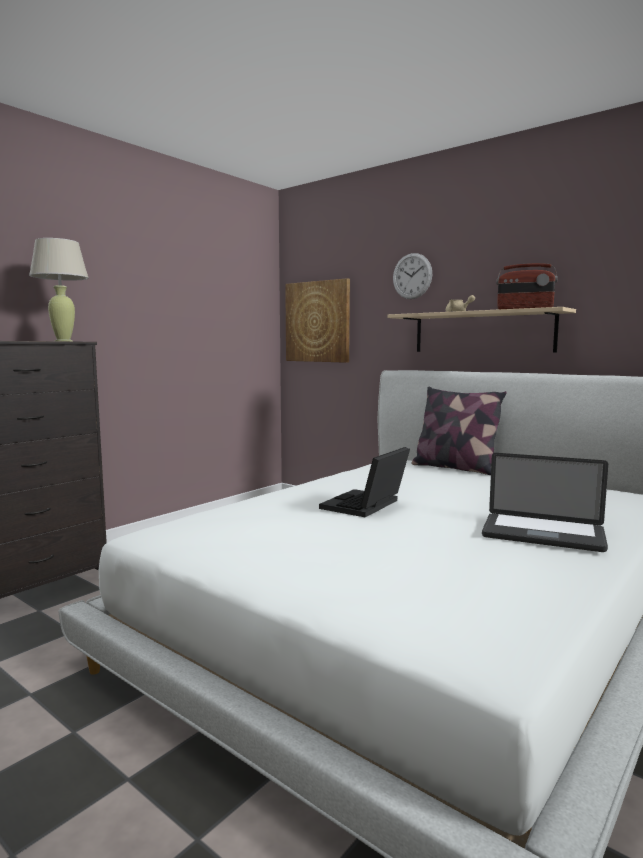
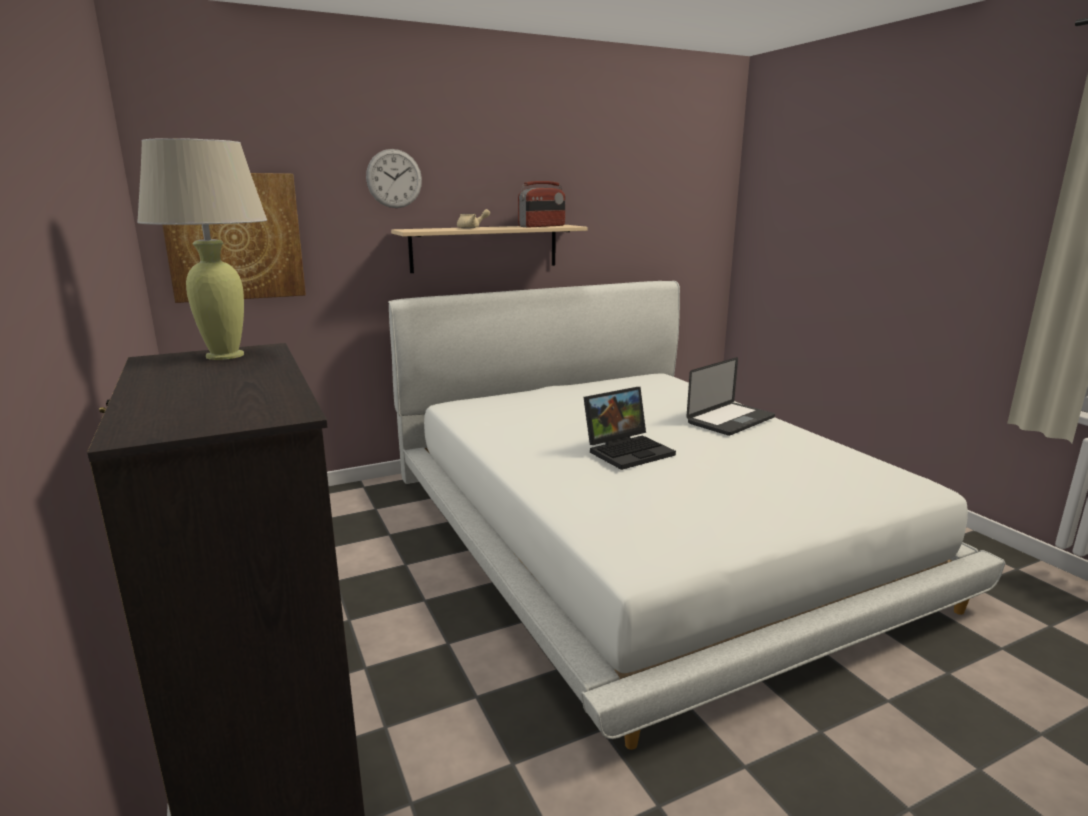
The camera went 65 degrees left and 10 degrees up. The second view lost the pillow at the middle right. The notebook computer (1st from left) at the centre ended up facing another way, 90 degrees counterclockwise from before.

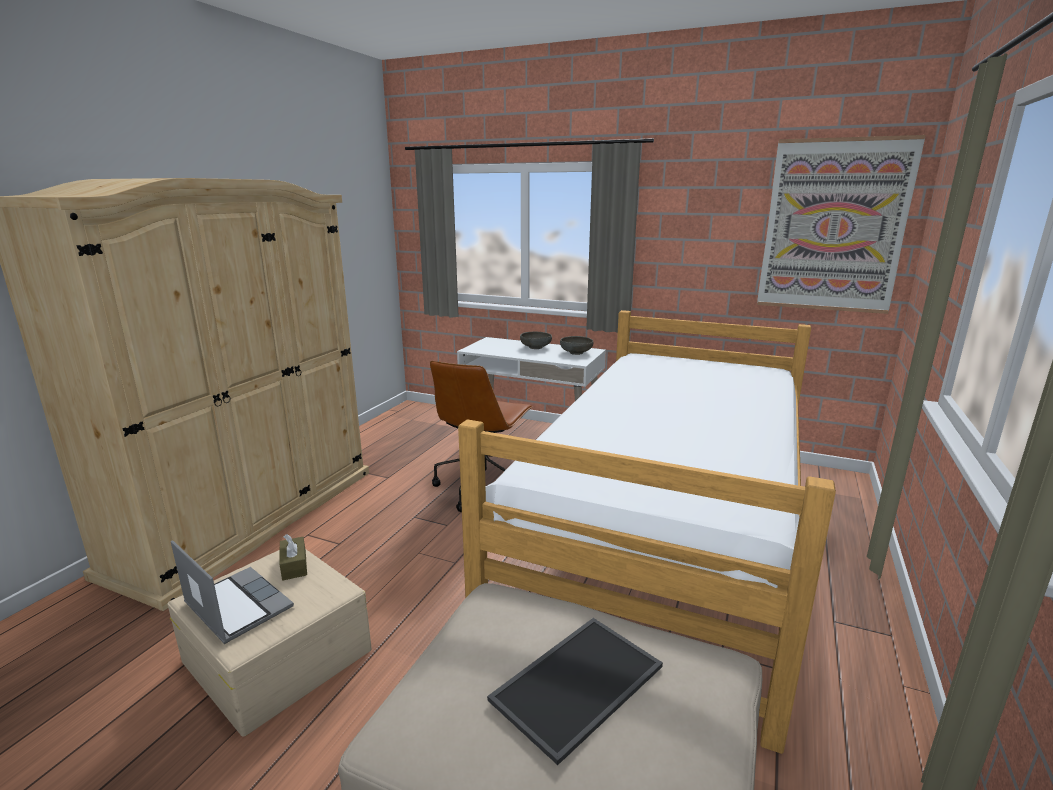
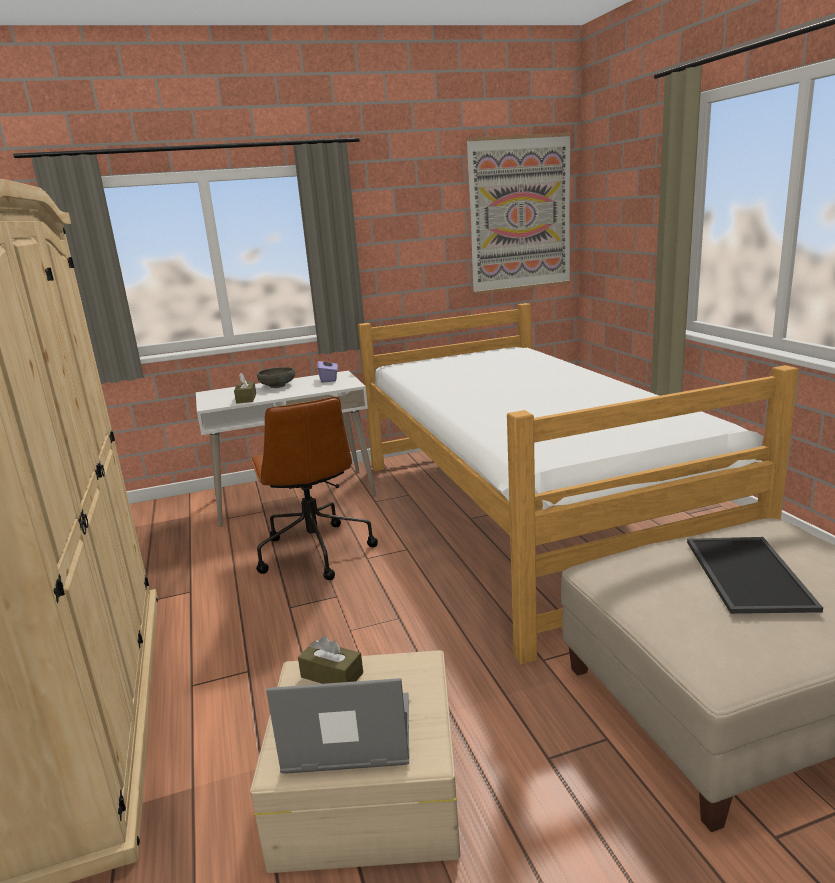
The camera went 40 degrees left and 0 degrees up. The second view gained the brown box of tissues (1st from left) at the middle left. Where the grey bowl (2nd from left) stood at the centre, the purplish box of tissues came to stand at the centre.

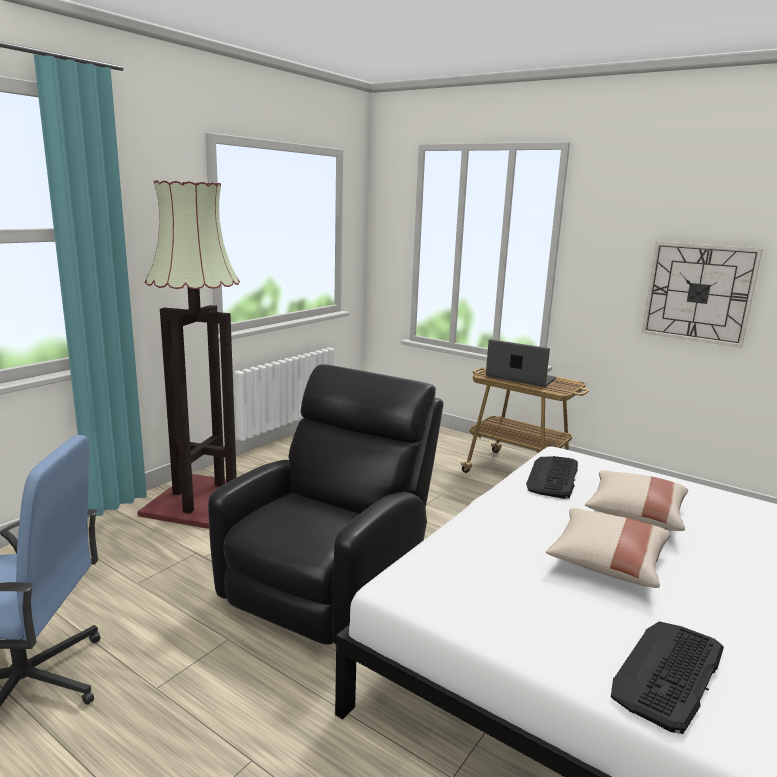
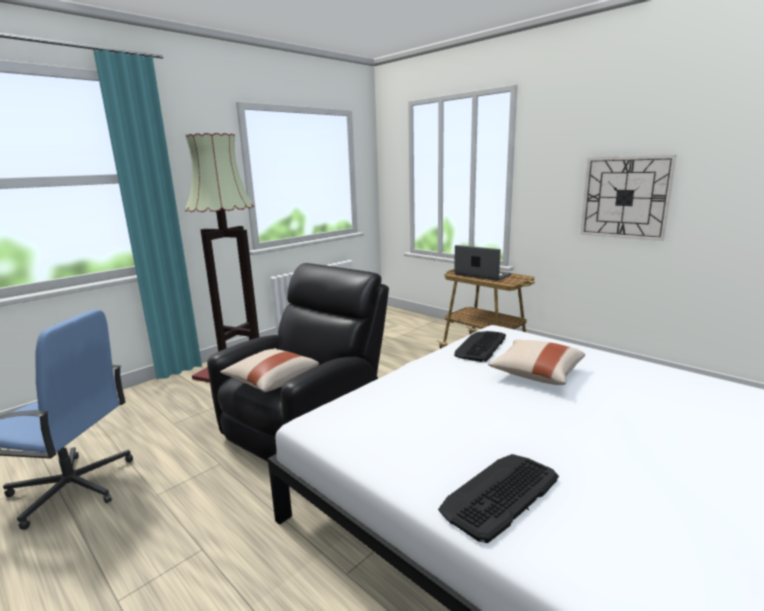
The camera went 10 degrees right and 0 degrees up. The beige-coloured pillow (1st from left) ended up elsewhere, having gone from the bottom right to the centre.

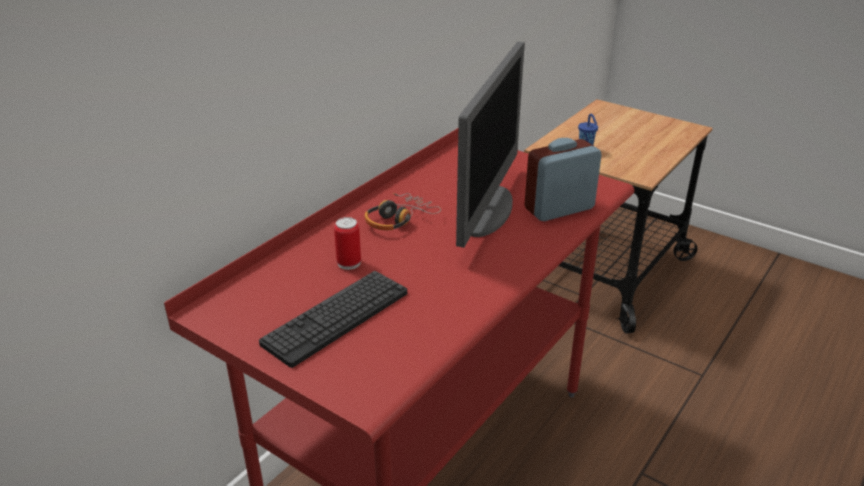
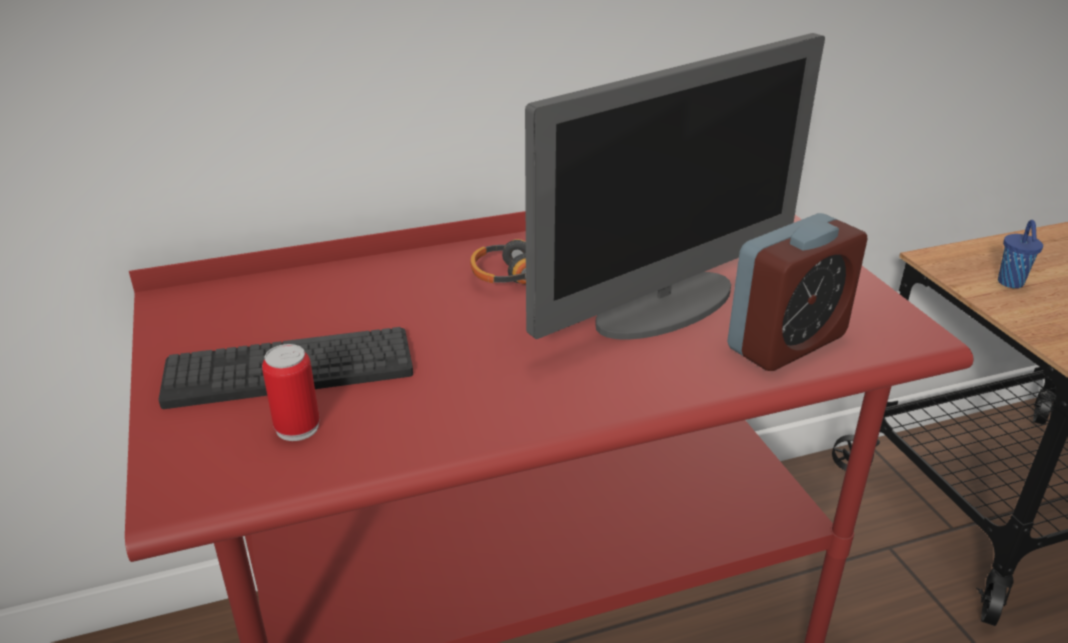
The camera went 35 degrees right and 0 degrees up. The metal can ended up elsewhere, having gone from the centre to the middle left. The alarm clock at the centre ended up facing another way, 135 degrees clockwise from before.

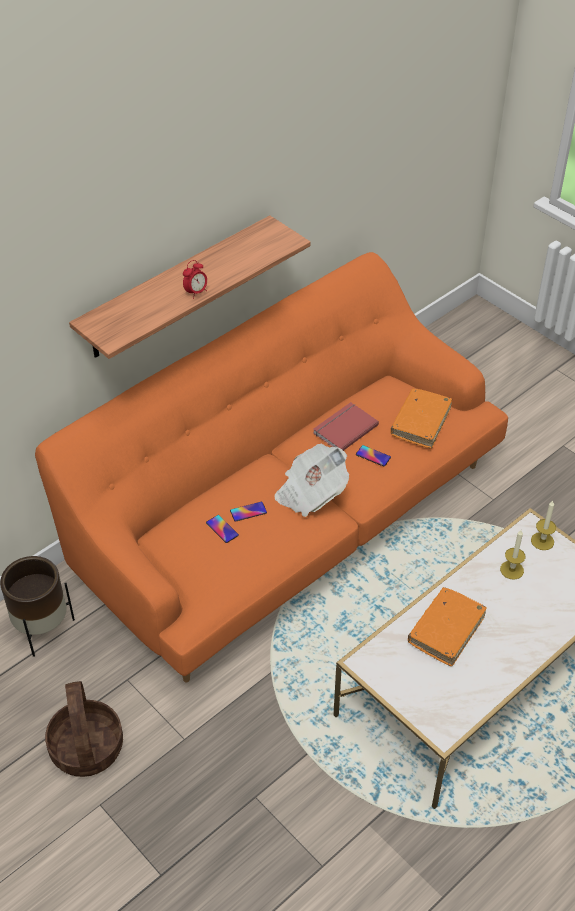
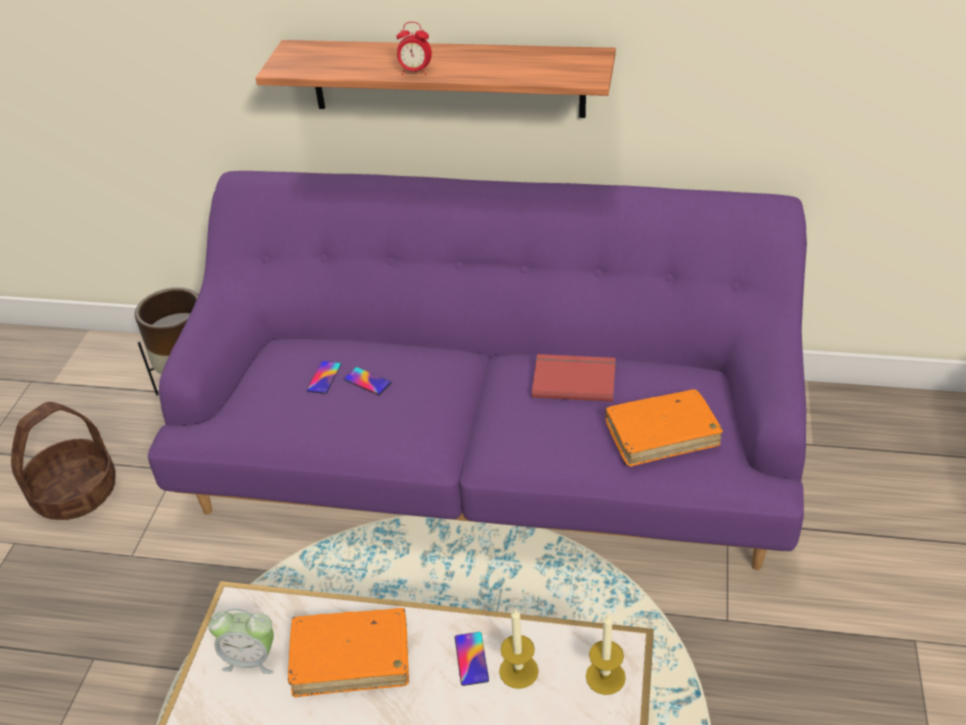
The camera went 55 degrees right and 5 degrees down. The second view lost the printed paper at the centre. The second view gained the alarm clock (1st from left) at the bottom left. The handset (3rd from left) ended up elsewhere, having gone from the centre to the bottom centre. What was the orange sofa at the centre turned into the purplish sofa at the centre.

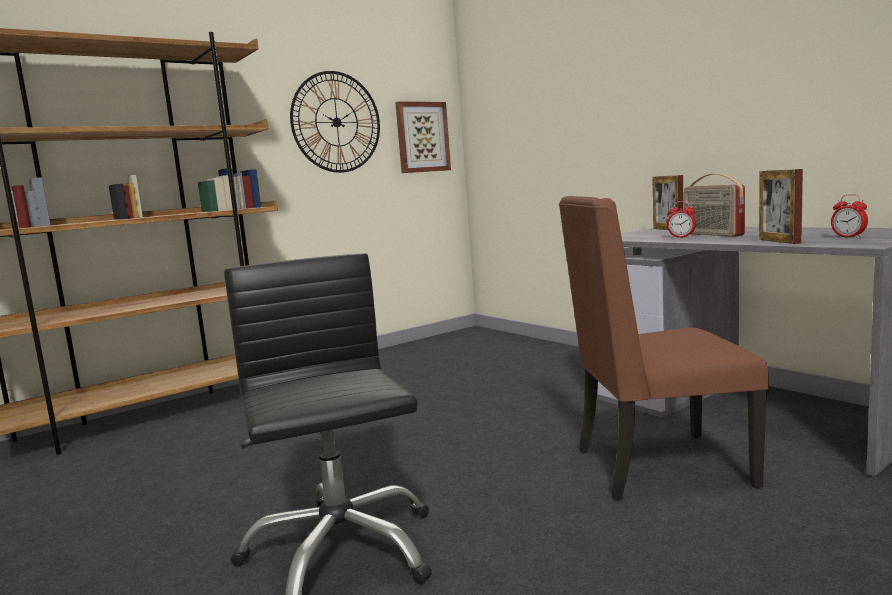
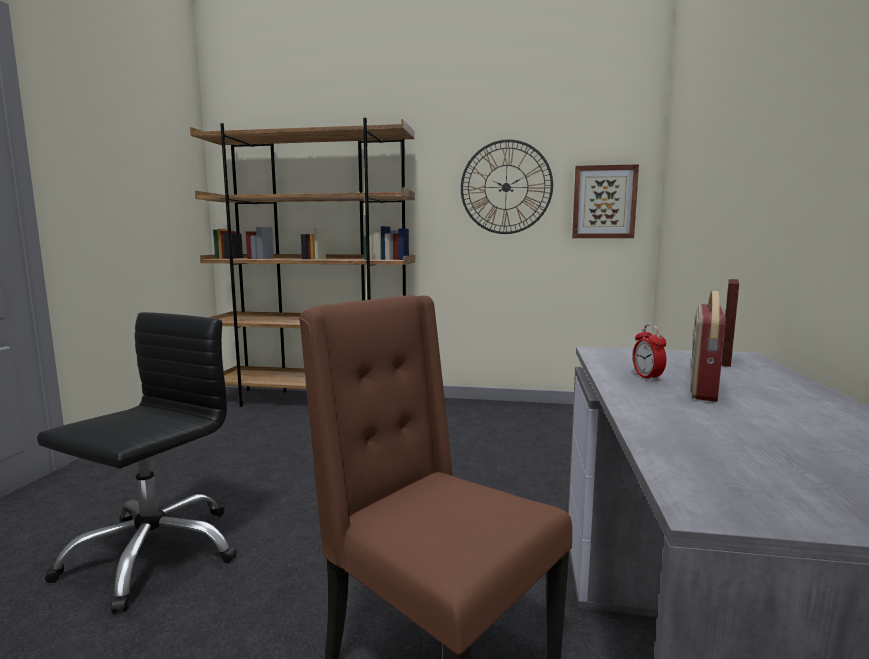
The camera went 45 degrees right and 0 degrees up. The second view lost the picture frame (2nd from left) at the middle right. The second view lost the alarm clock (2nd from left) at the middle right.

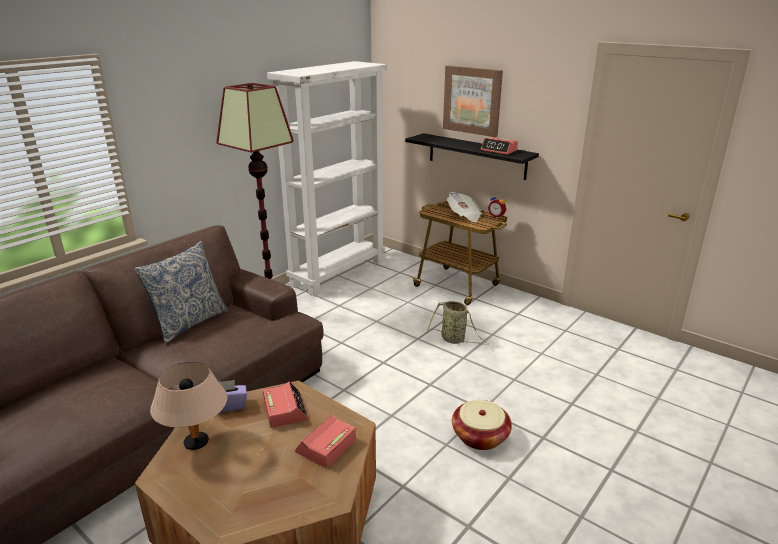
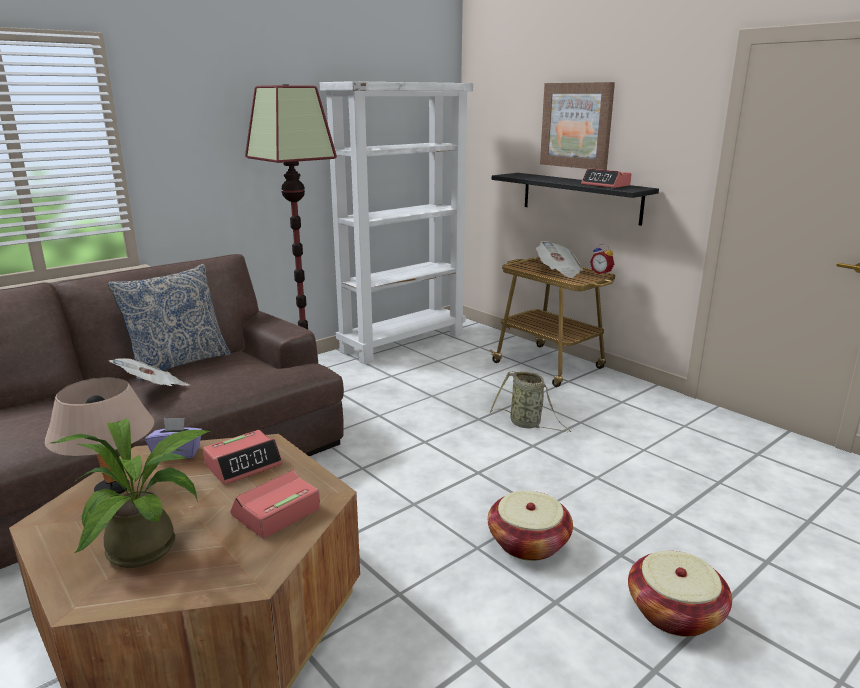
The camera went 10 degrees right and 5 degrees down. The second view gained the potted plant at the bottom left. The second view gained the printed paper (1st from left) at the middle left. The second view gained the household basket (3rd from left) at the bottom right. The alarm clock (1st from left) at the bottom centre ended up facing another way, 60 degrees clockwise from before.

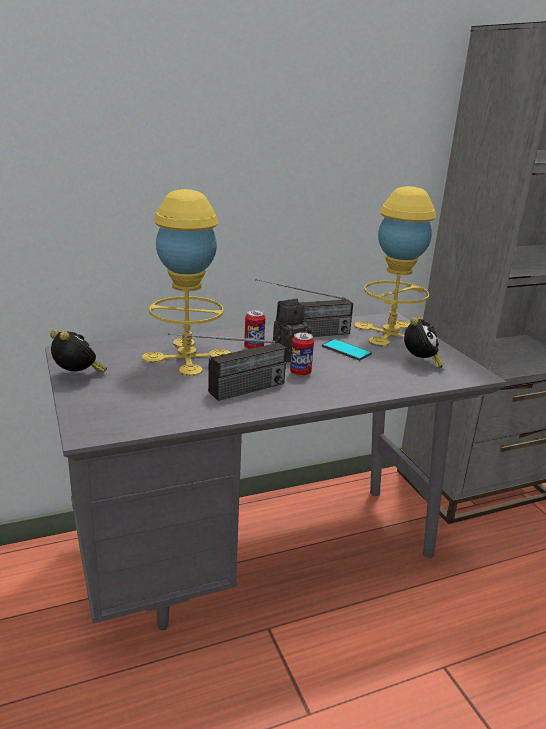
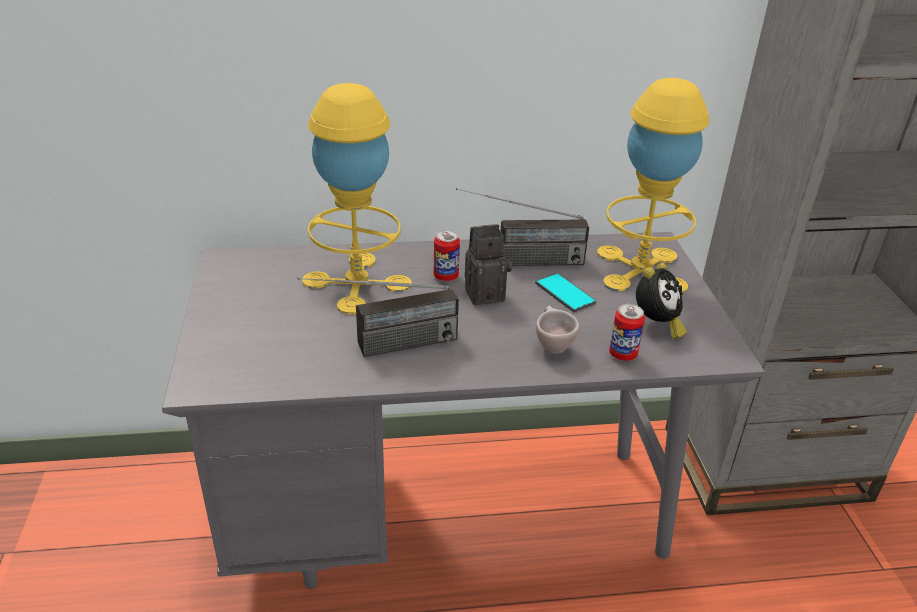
The camera went 15 degrees right and 10 degrees up. The second view lost the alarm clock (1st from left) at the middle left. The second view gained the beige-coloured cup at the centre. The metal can (2nd from left) ended up elsewhere, having gone from the centre to the middle right.

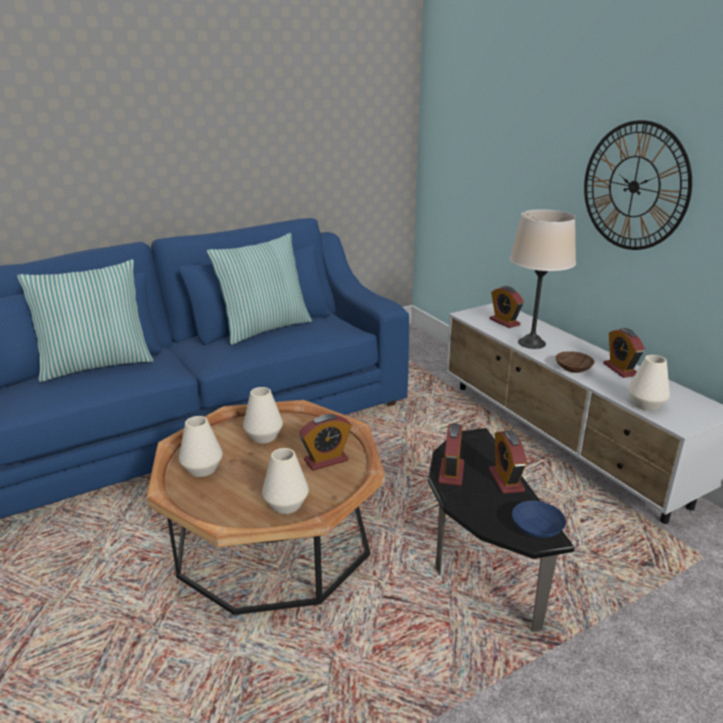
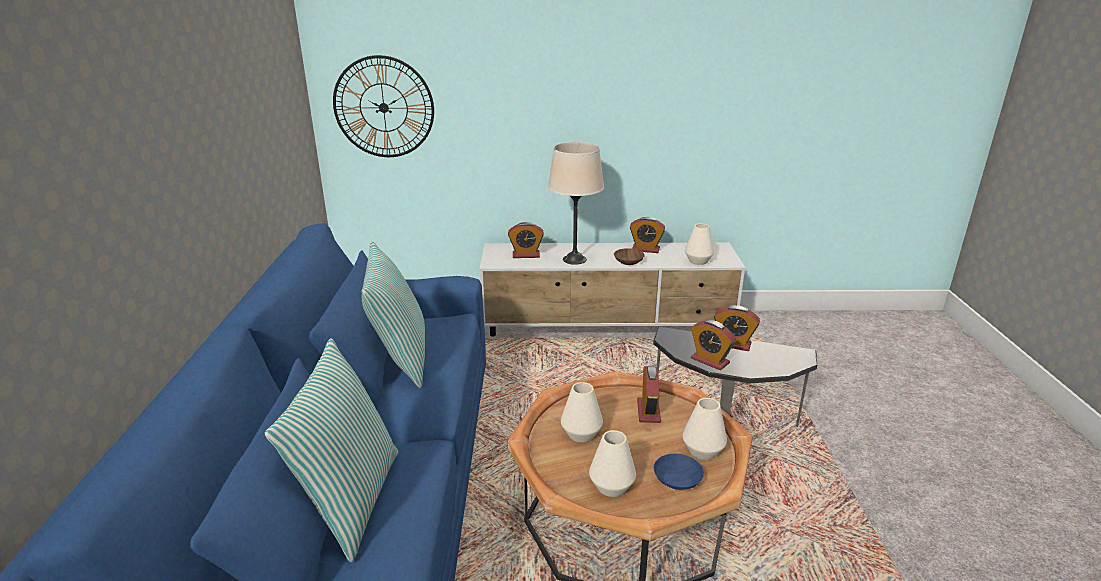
The camera went 60 degrees left and 0 degrees up. The bluish bowl ended up elsewhere, having gone from the bottom right to the bottom centre. The clock on the wall ended up elsewhere, having gone from the top right to the top centre.

